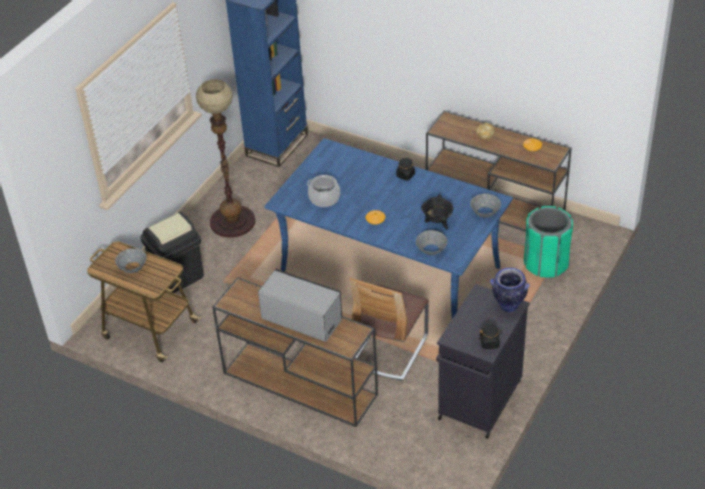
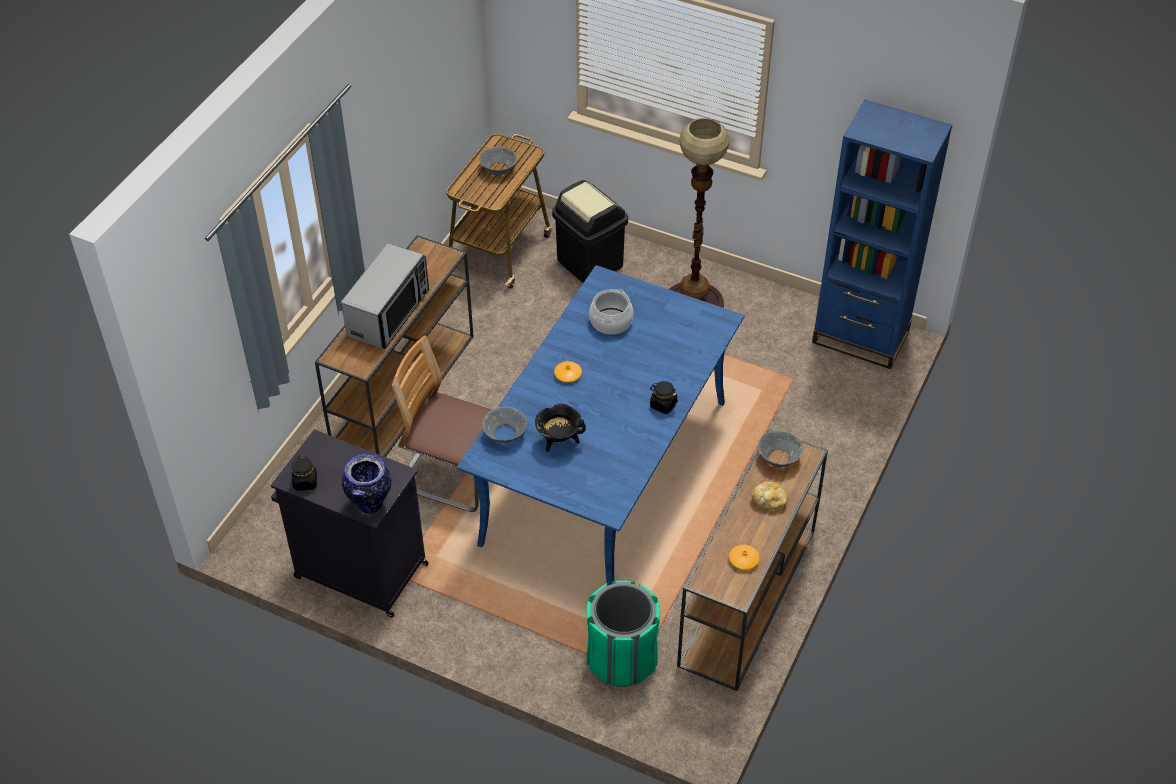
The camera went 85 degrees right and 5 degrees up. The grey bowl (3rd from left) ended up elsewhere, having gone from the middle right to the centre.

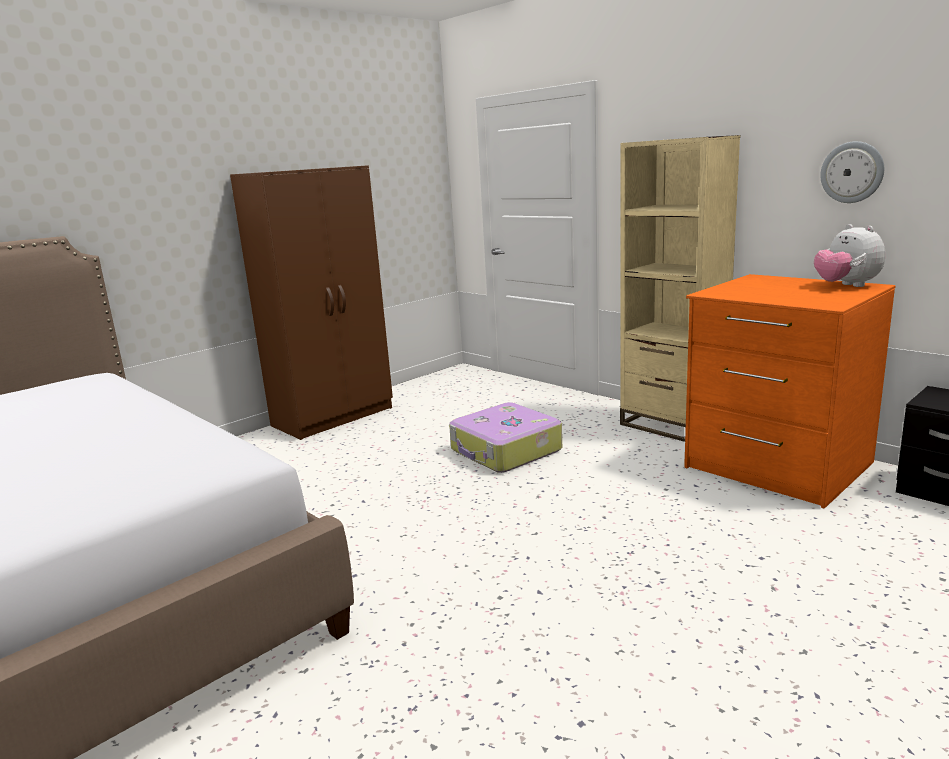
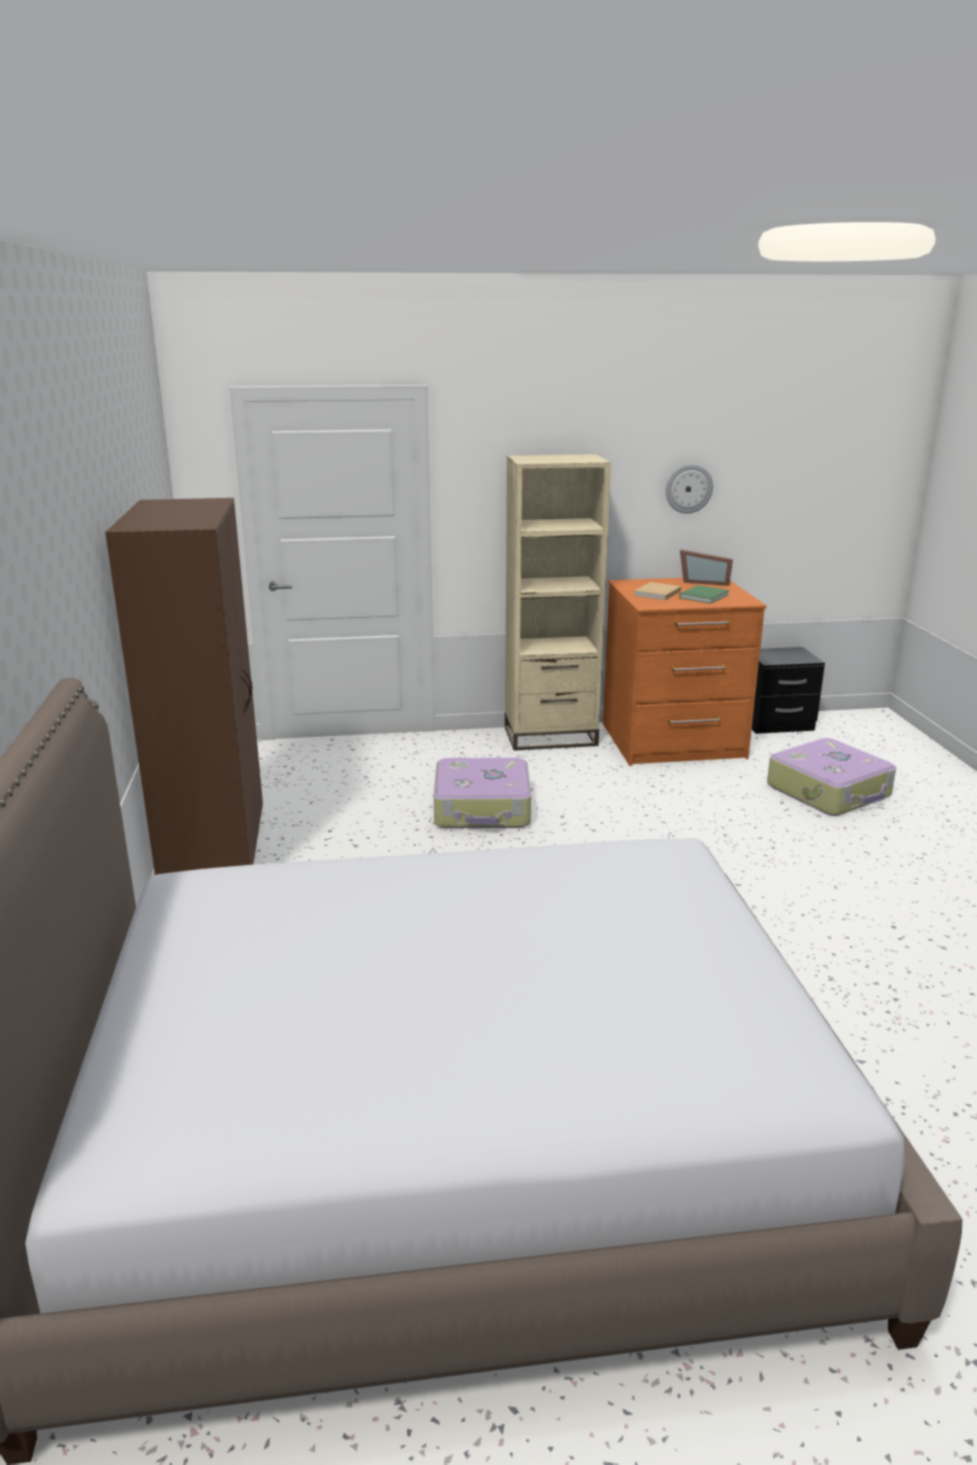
The camera went 55 degrees left and 5 degrees up. The second view gained the beige-coloured volume at the middle right. The second view gained the green volume at the middle right. The second view gained the travel case (2nd from left) at the middle right. Where the cuddly toy stood at the middle right, the picture frame came to stand at the middle right.

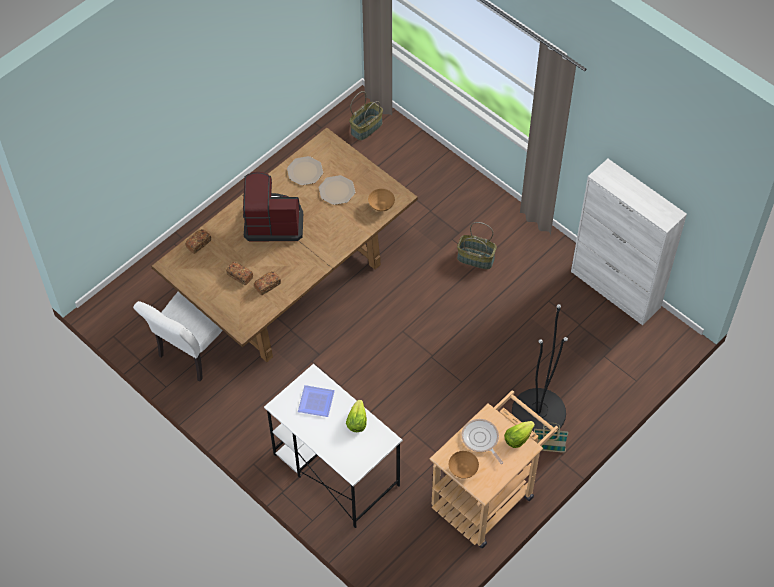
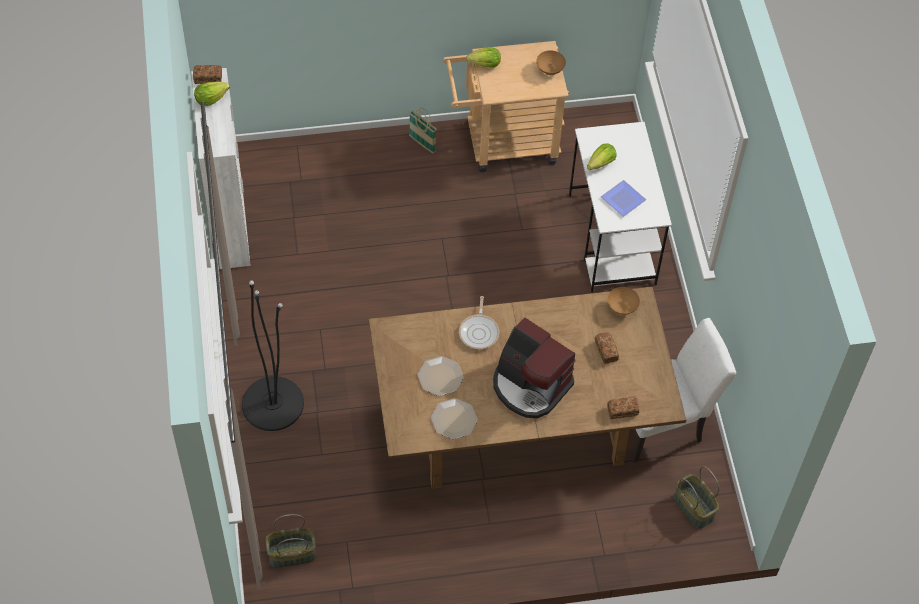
The camera went 145 degrees left and 0 degrees up. The second view gained the lettuce (1st from left) at the top left. The bread (3rd from left in the first image) ended up elsewhere, having gone from the centre to the top left. The brown bowl (1st from left in the first image) ended up elsewhere, having gone from the centre to the middle right. The household basket (2nd from left in the first image) ended up elsewhere, having gone from the centre to the bottom right. The frying pan ended up elsewhere, having gone from the bottom centre to the centre. The black-coloured standing lamp ended up elsewhere, having gone from the middle right to the middle left.

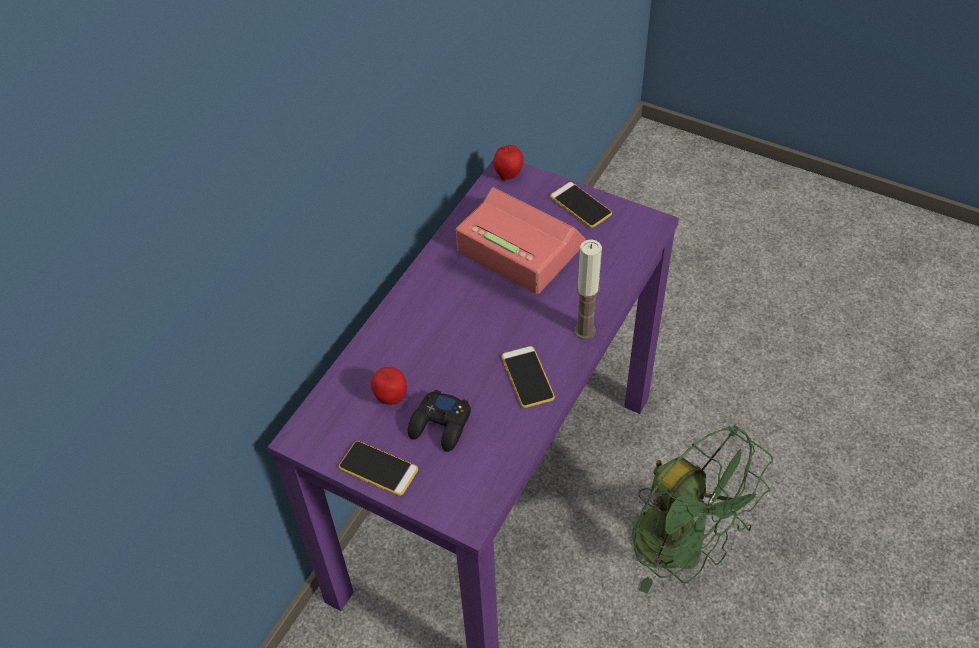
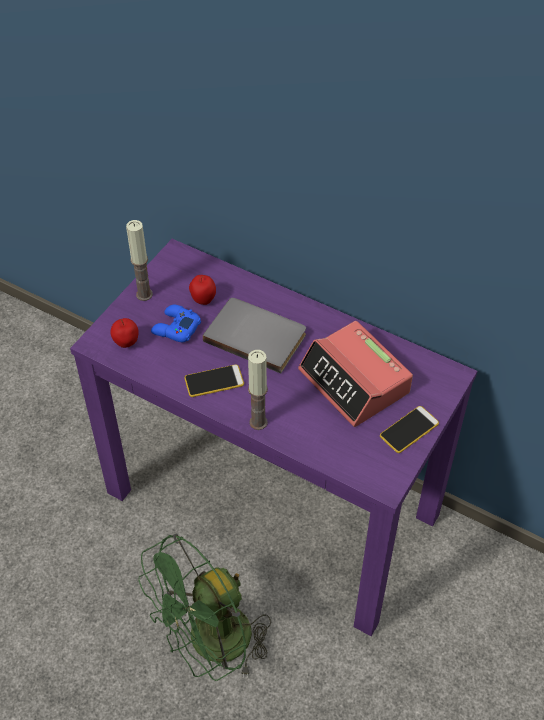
The camera went 90 degrees right and 0 degrees up. The second view gained the grey volume at the centre. The whole apple (2nd from left in the first image) ended up elsewhere, having gone from the top centre to the middle left. Where the handset (1st from left) stood at the bottom centre, the wax candle (1st from left) came to stand at the middle left. What was the black-coloured gamepad at the centre turned into the bluish gamepad at the middle left. The alarm clock at the centre ended up facing another way, 105 degrees clockwise from before.

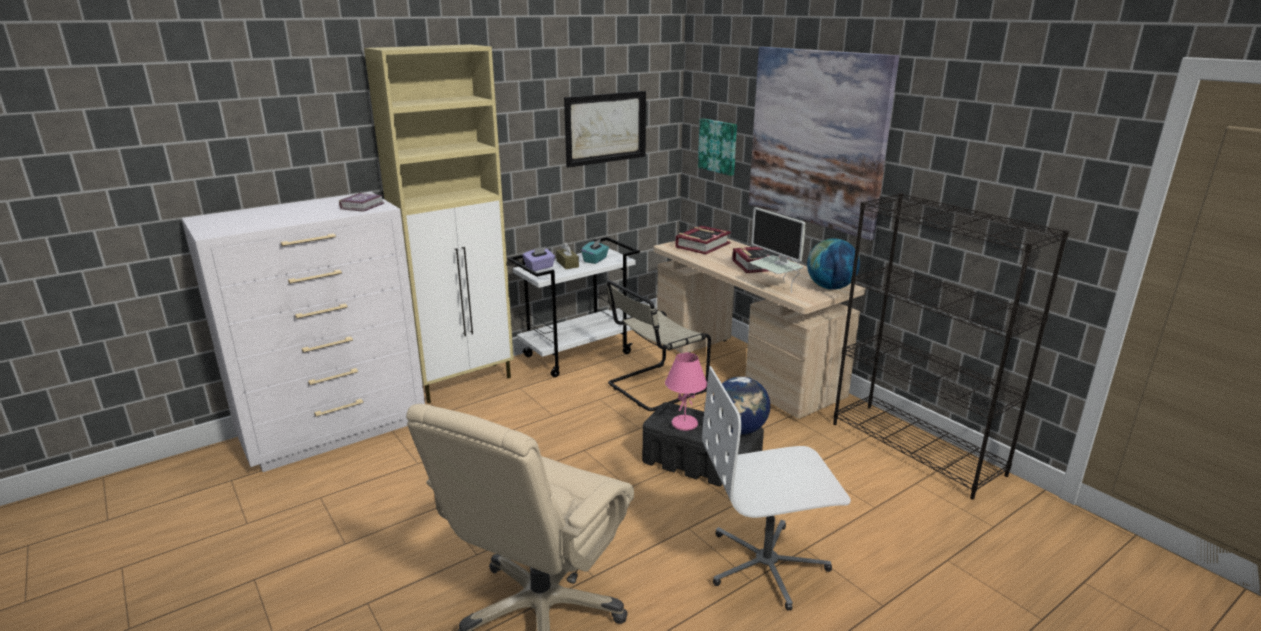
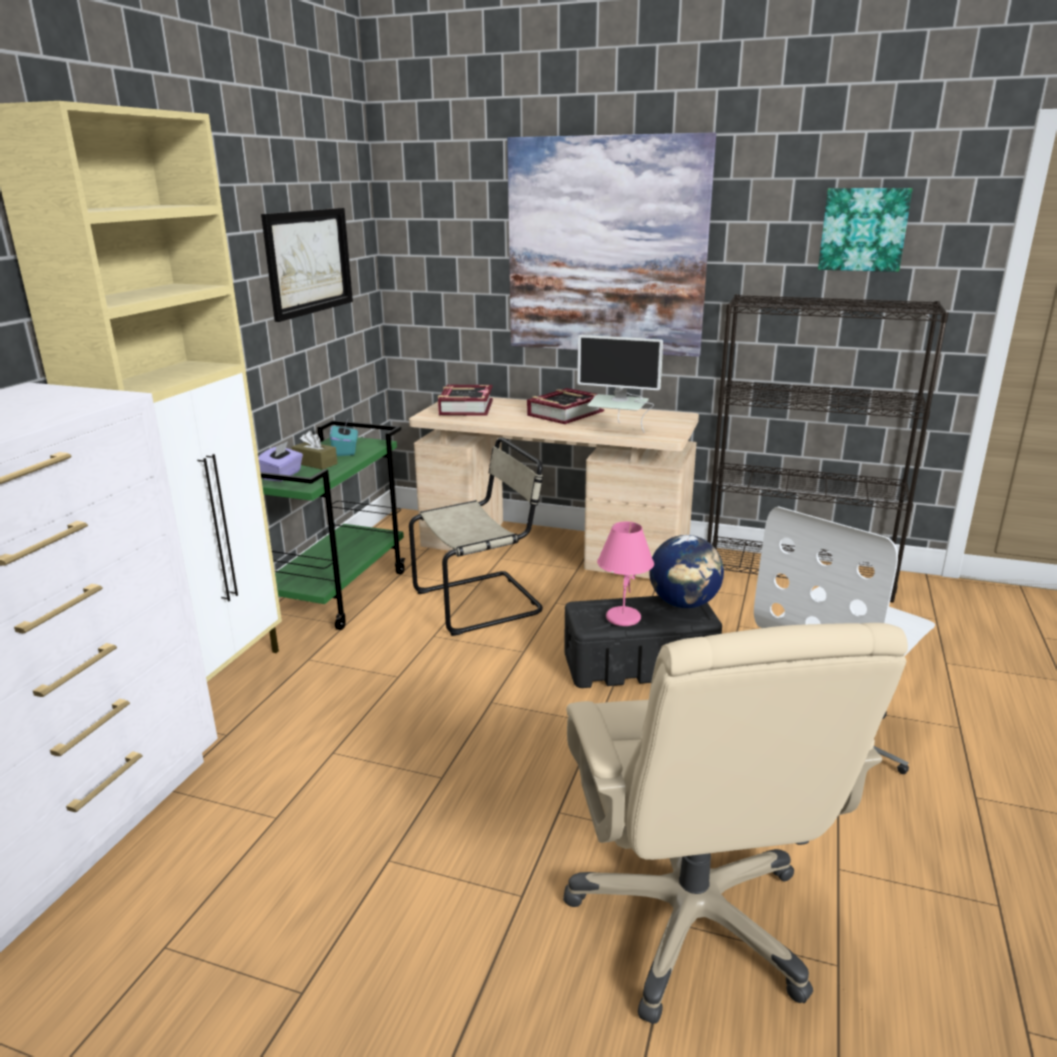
The camera went 35 degrees left and 0 degrees up. The second view lost the volume (1st from left) at the top left. The second view lost the desk globe (2nd from left) at the centre. The picture (2nd from left in the first image) ended up elsewhere, having gone from the top centre to the top right. What was the white-coloured trolley at the centre turned into the green trolley at the middle left. The beige-coloured plain chair at the centre ended up facing another way, 135 degrees counterclockwise from before.

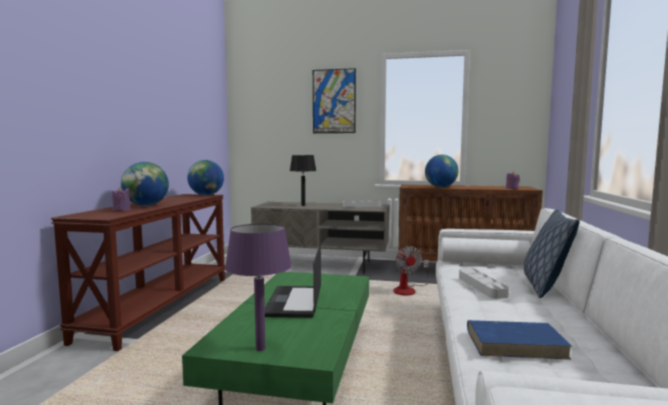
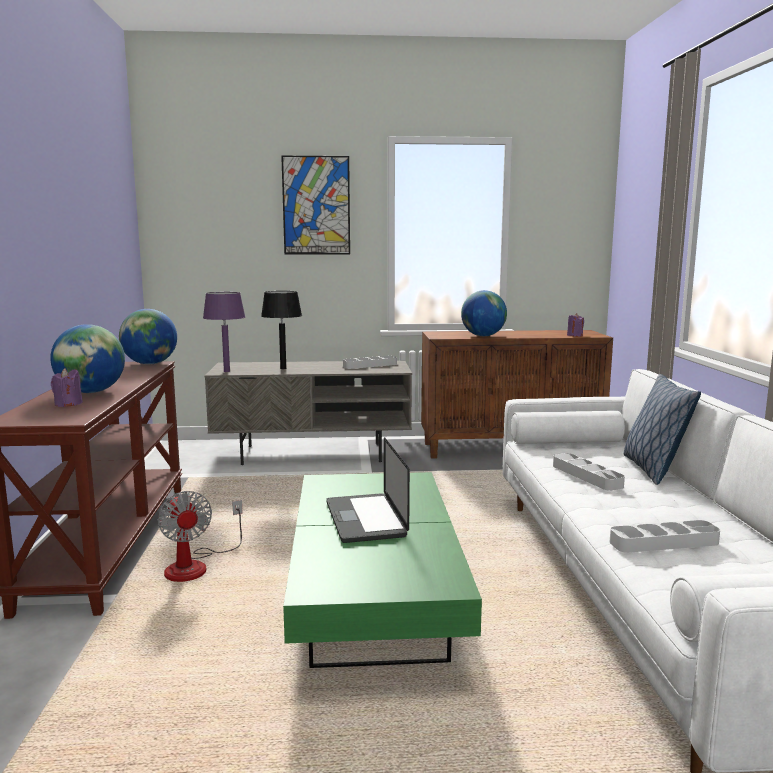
The camera went 15 degrees left and 5 degrees up. The purplish tabletop lamp ended up elsewhere, having gone from the bottom centre to the middle left. The cooling fan ended up elsewhere, having gone from the bottom centre to the bottom left. Where the bluish volume stood at the bottom right, the grey serving tray (3rd from left) came to stand at the bottom right.

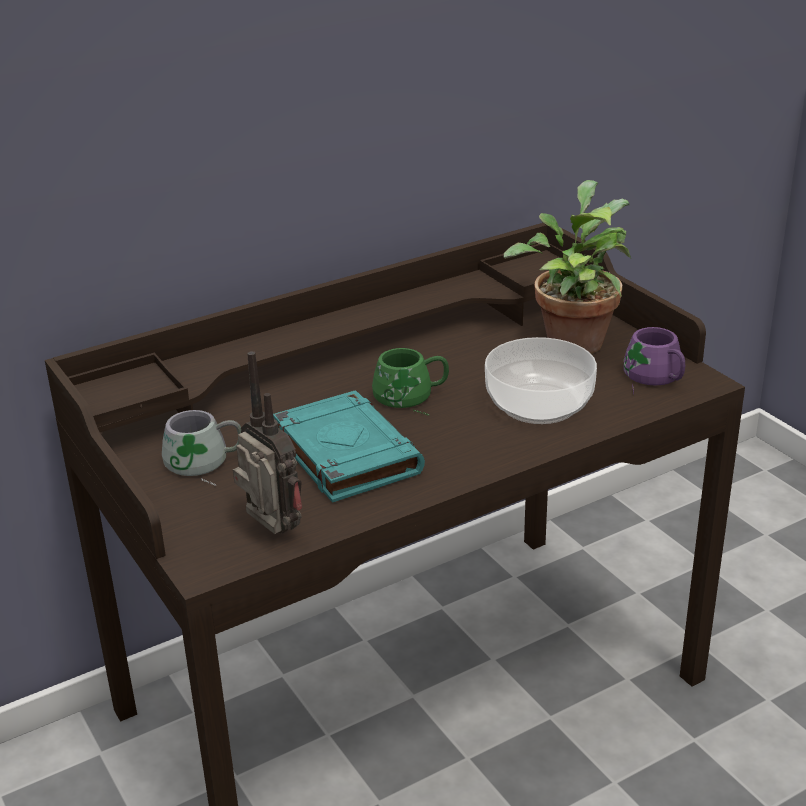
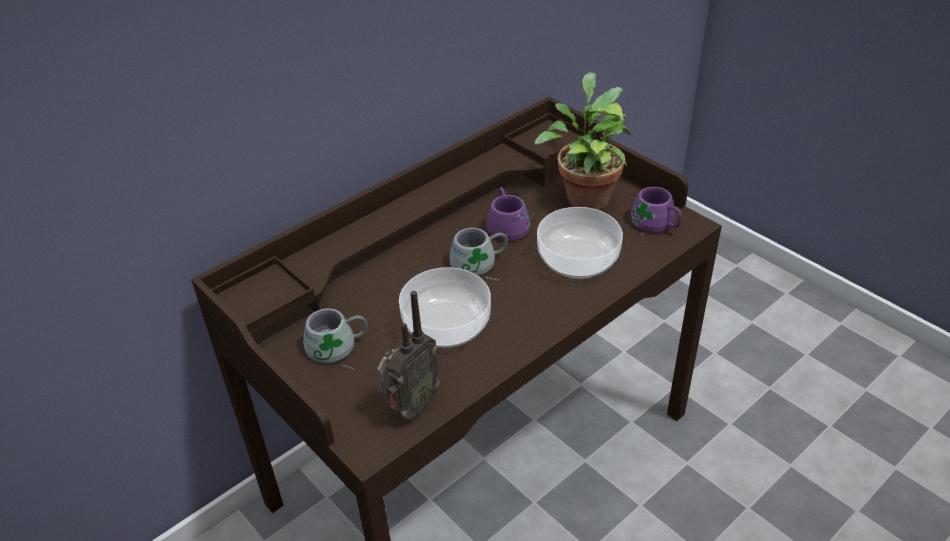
The camera went 10 degrees left and 10 degrees up. The second view gained the purplish tea mug (1st from left) at the centre. Where the turquoise-coloured volume stood at the centre, the bowl (1st from left) came to stand at the centre. What was the green tea mug at the centre turned into the grey tea mug (2nd from left) at the centre. The radio set at the middle left ended up facing another way, 90 degrees clockwise from before.

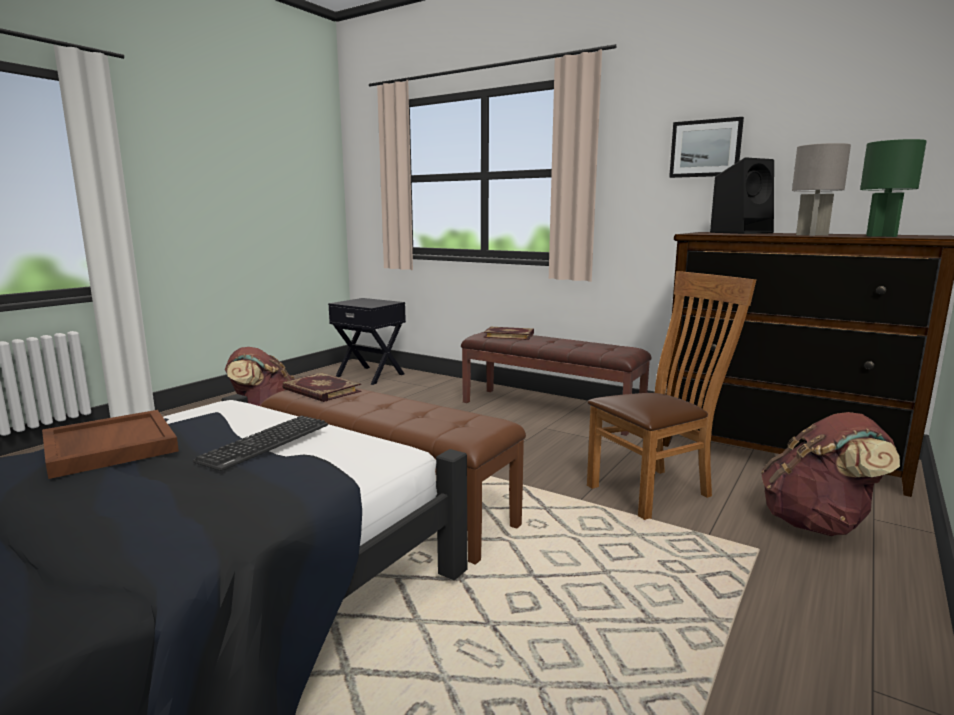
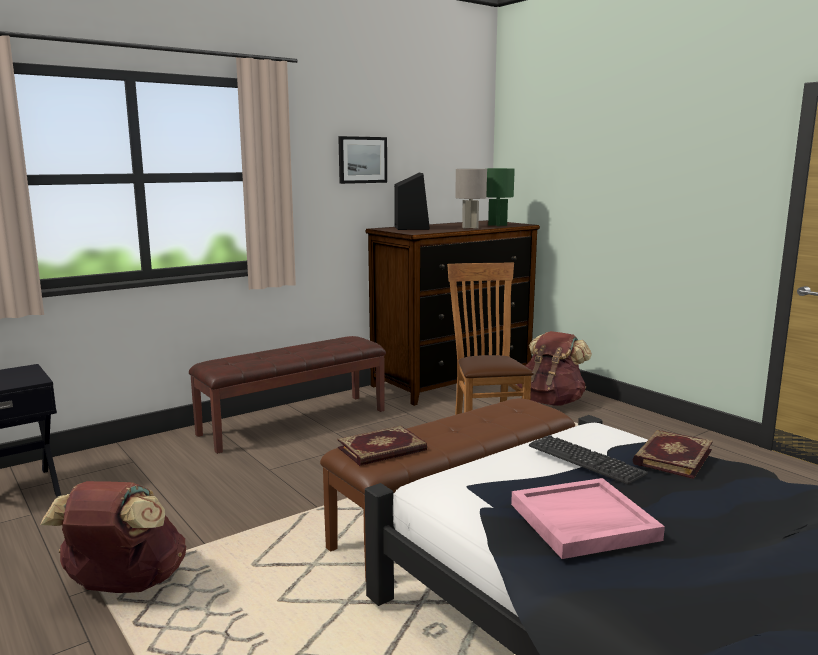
The camera went 70 degrees left and 0 degrees up. The volume (2nd from left) ended up elsewhere, having gone from the centre to the bottom right. What was the brown serving tray at the middle left turned into the pinkish serving tray at the bottom right.

